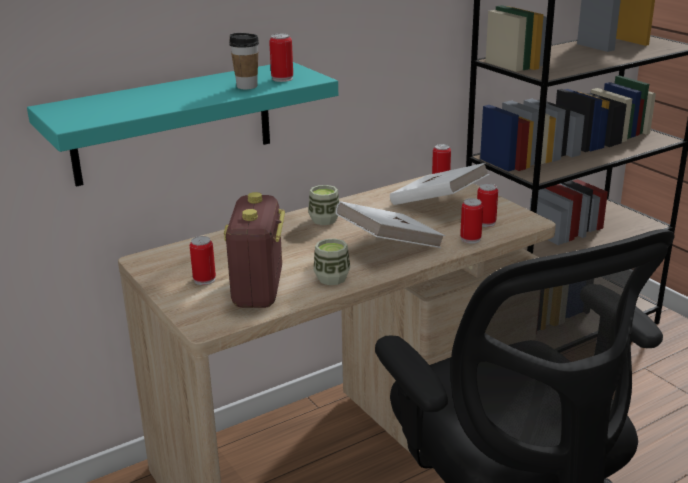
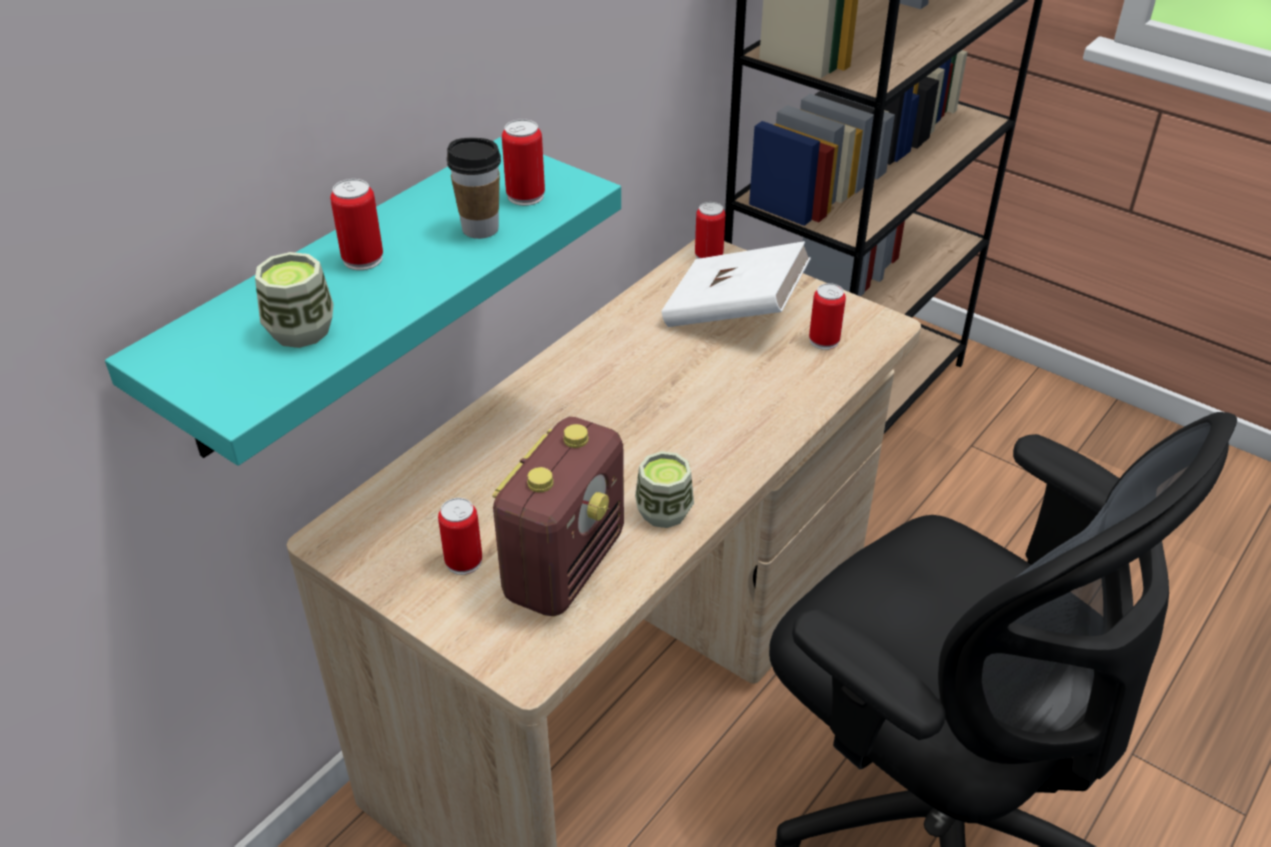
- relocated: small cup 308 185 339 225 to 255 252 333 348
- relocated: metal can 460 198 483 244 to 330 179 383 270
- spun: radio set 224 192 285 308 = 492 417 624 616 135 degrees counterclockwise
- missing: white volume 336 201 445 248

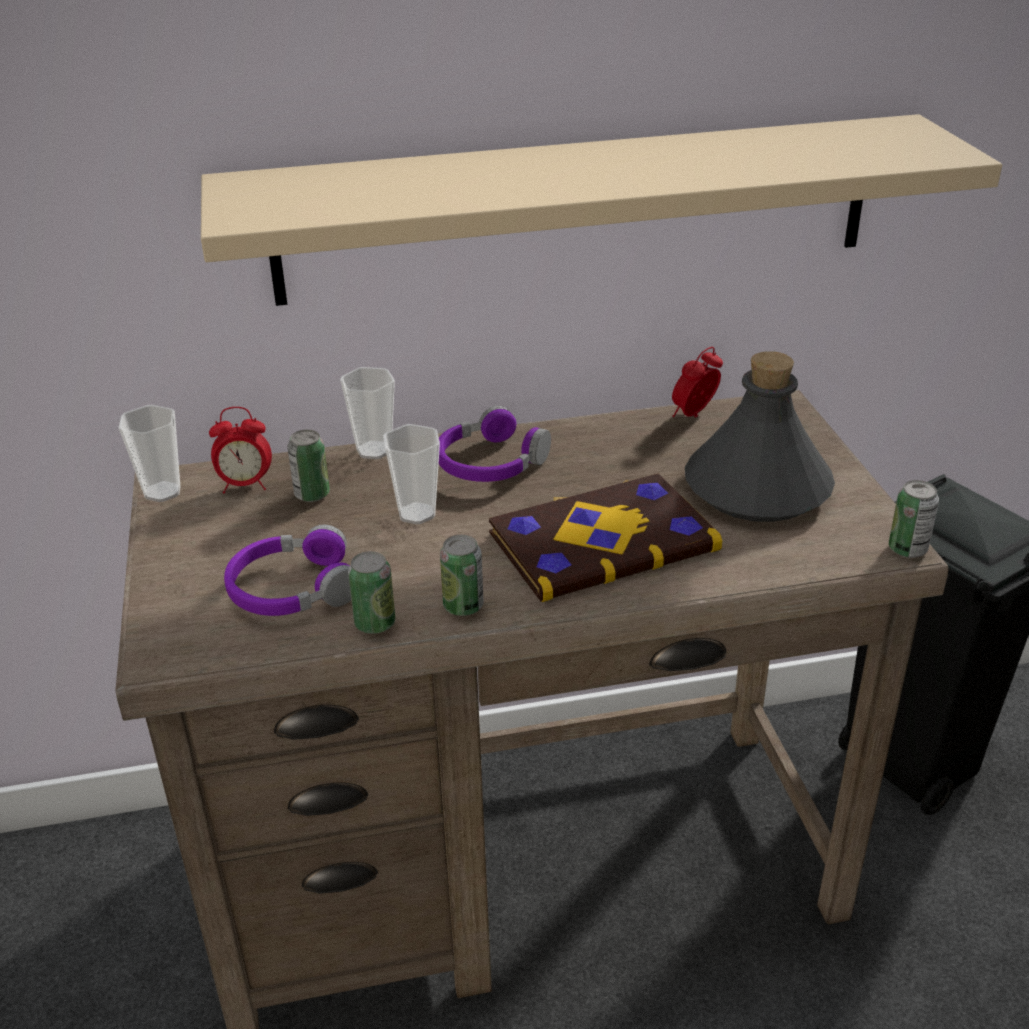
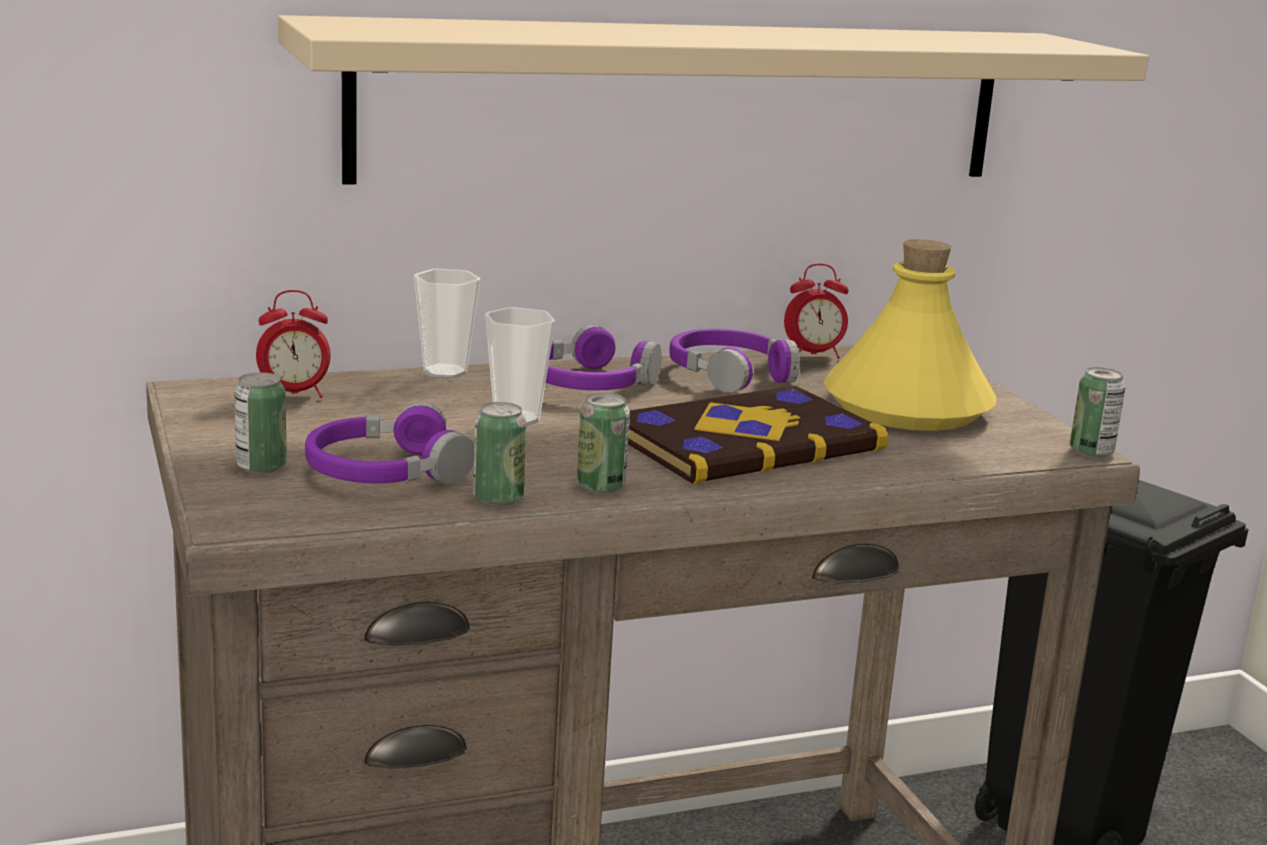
- relocated: metal can 287 430 330 502 to 234 372 287 474
- appeared: purplish headset 669 329 800 393
- spun: alarm clock 672 347 723 418 = 784 264 849 359 135 degrees counterclockwise
- colour: greyish drink bottle 685 351 835 522 to yellow drink bottle 824 239 996 431
- missing: small cup 119 405 180 502

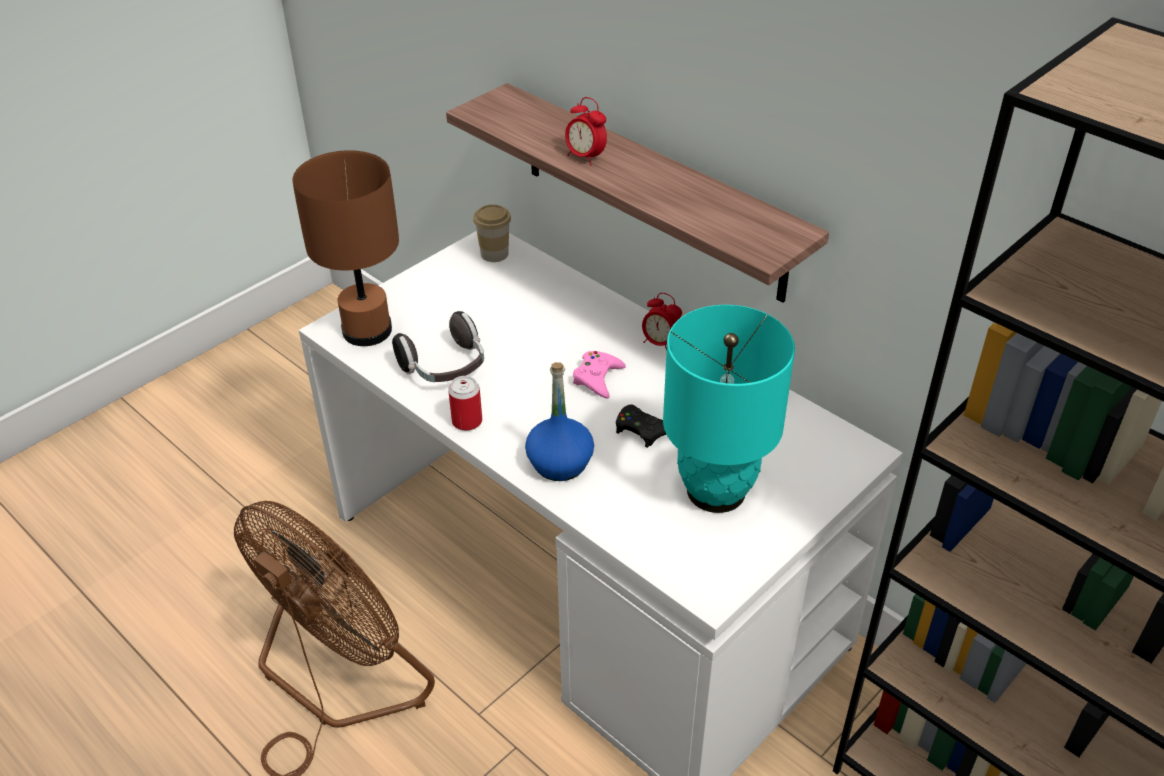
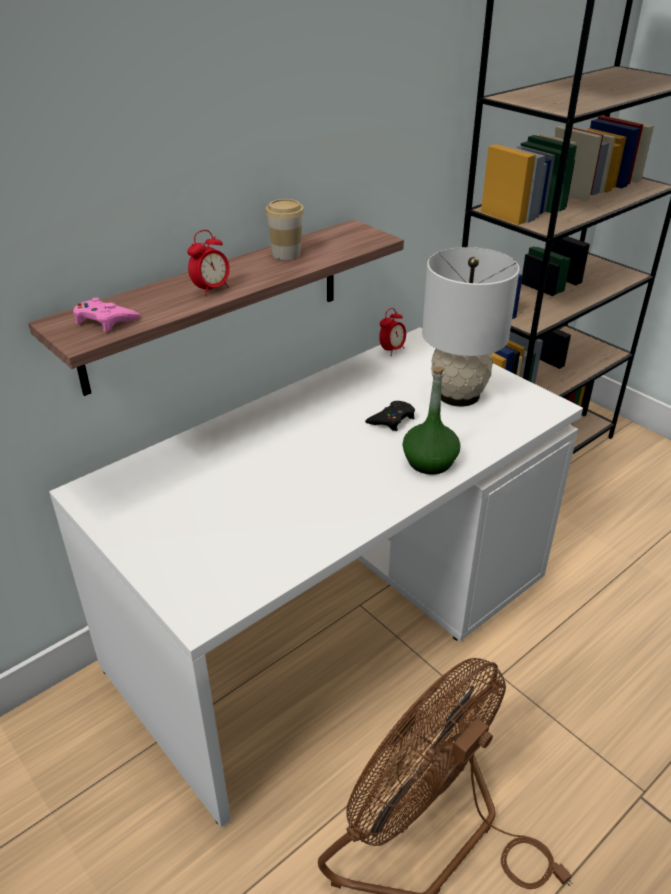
- relocated: pinkish game controller 573 351 626 399 to 73 298 140 332
- relocated: small cup 473 204 511 262 to 265 199 304 260
- relocated: alarm clock 642 293 682 351 to 379 308 406 356
- colour: blue-coloured drink bottle 525 362 594 481 to green-coloured drink bottle 402 366 460 475
- colour: turquoise-coloured lamp for a table 663 305 795 513 to white lamp for a table 422 247 519 406
- missing: brownish lamp for a table 292 150 399 346
- missing: headset 392 311 484 382
- missing: metal can 448 376 482 431

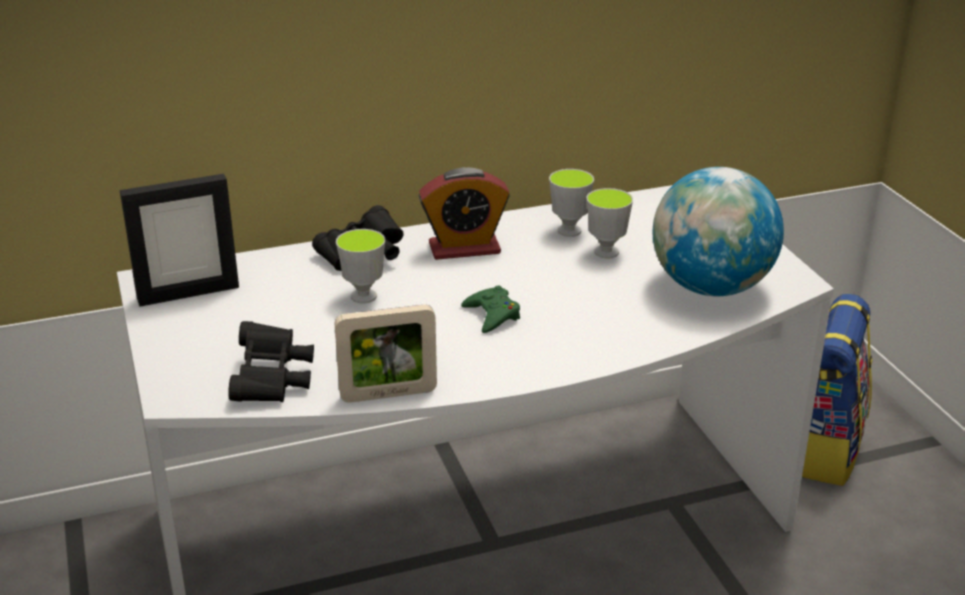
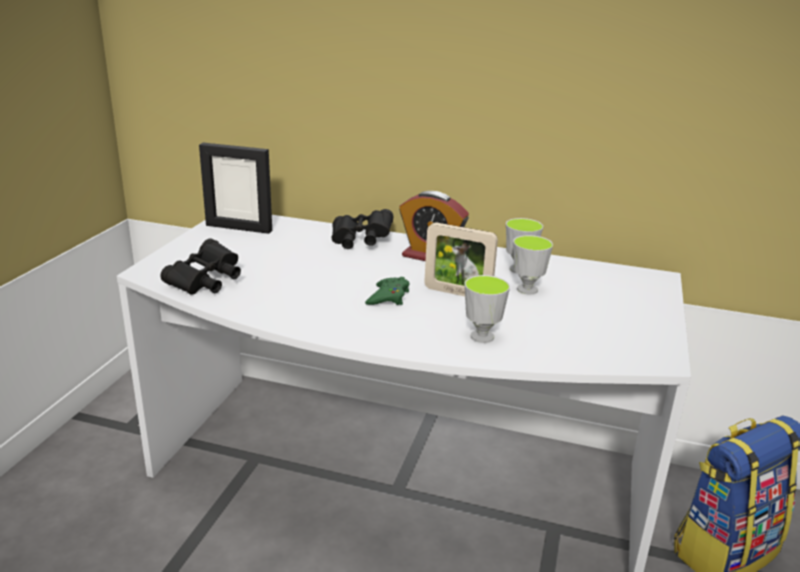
- relocated: standing frame 335 305 437 403 to 424 222 498 296
- relocated: small cup 336 229 385 303 to 465 275 510 343
- missing: globe 653 167 784 296

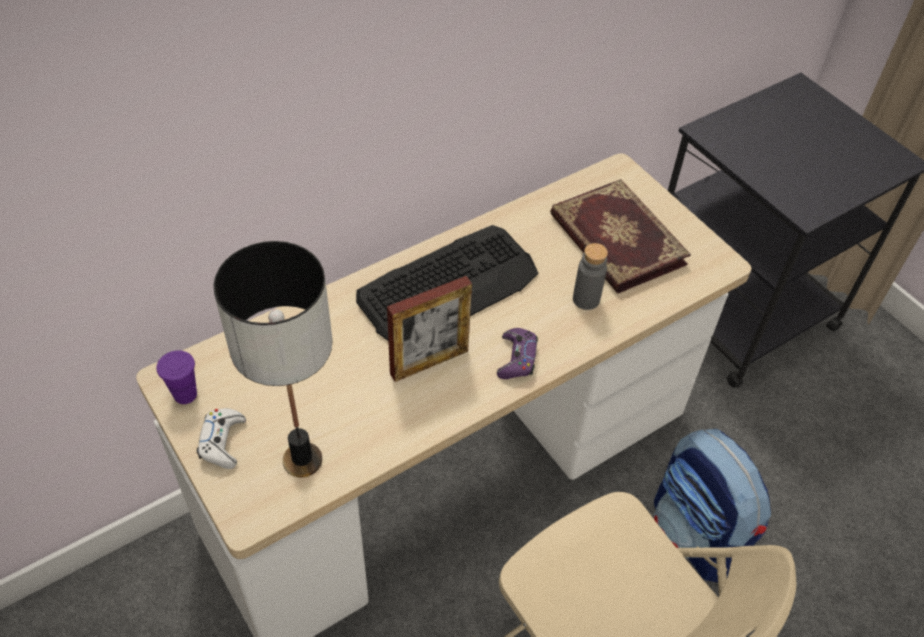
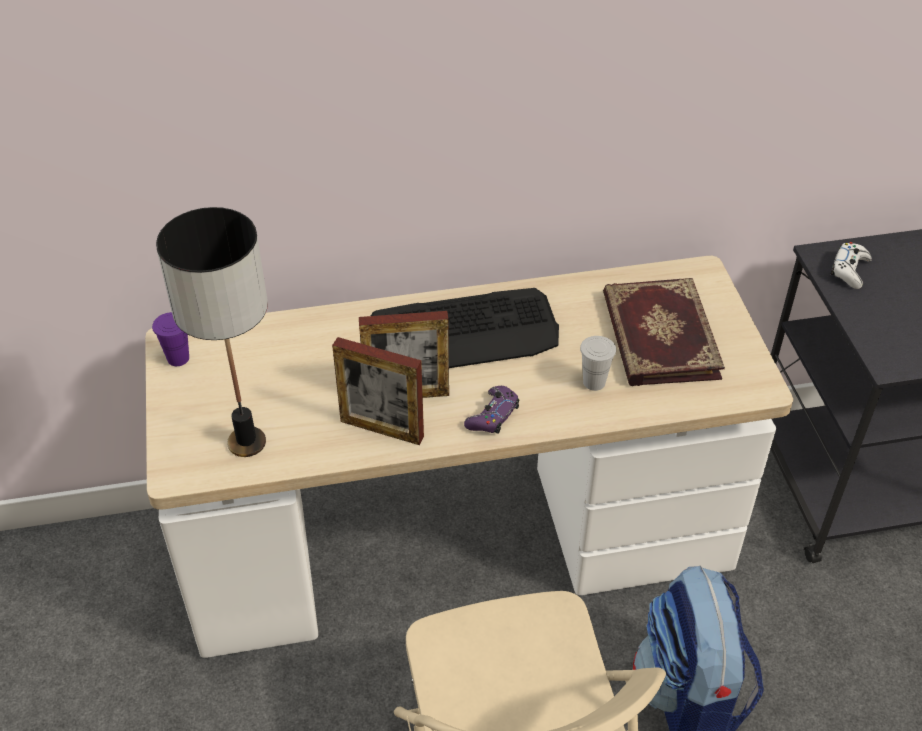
- appeared: standing frame 332 337 424 445
- exchanged: greyish drink bottle 573 243 608 310 to white small cup 580 336 616 391
- relocated: white game controller 197 408 246 469 to 830 242 872 289

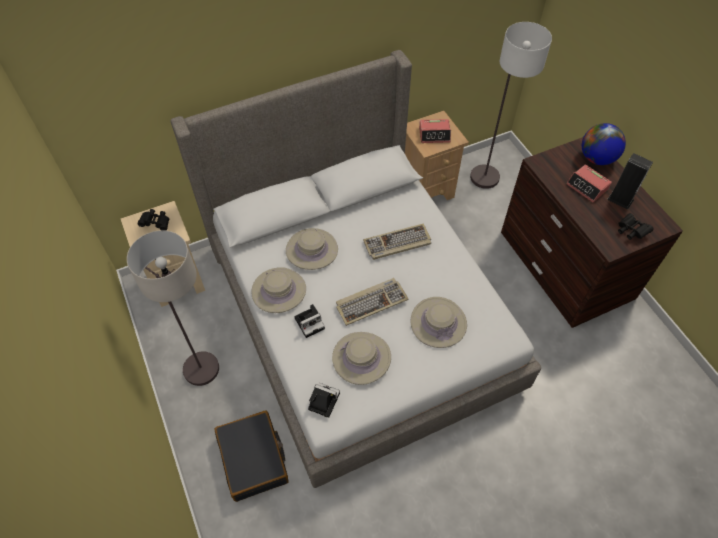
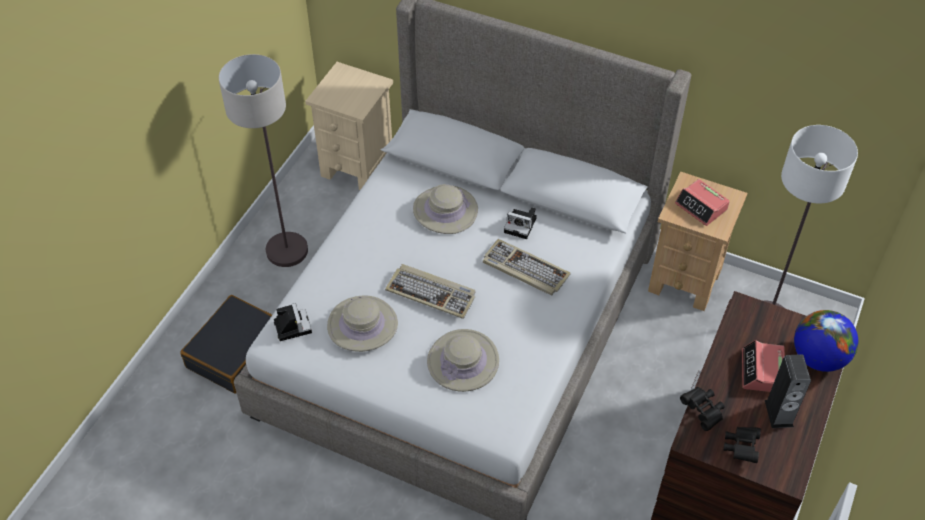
- relocated: photo camera 294 304 325 338 to 504 207 537 239
- relocated: black pair of binoculars 138 209 169 231 to 680 387 724 431
- missing: beige clothing hat 251 267 306 313

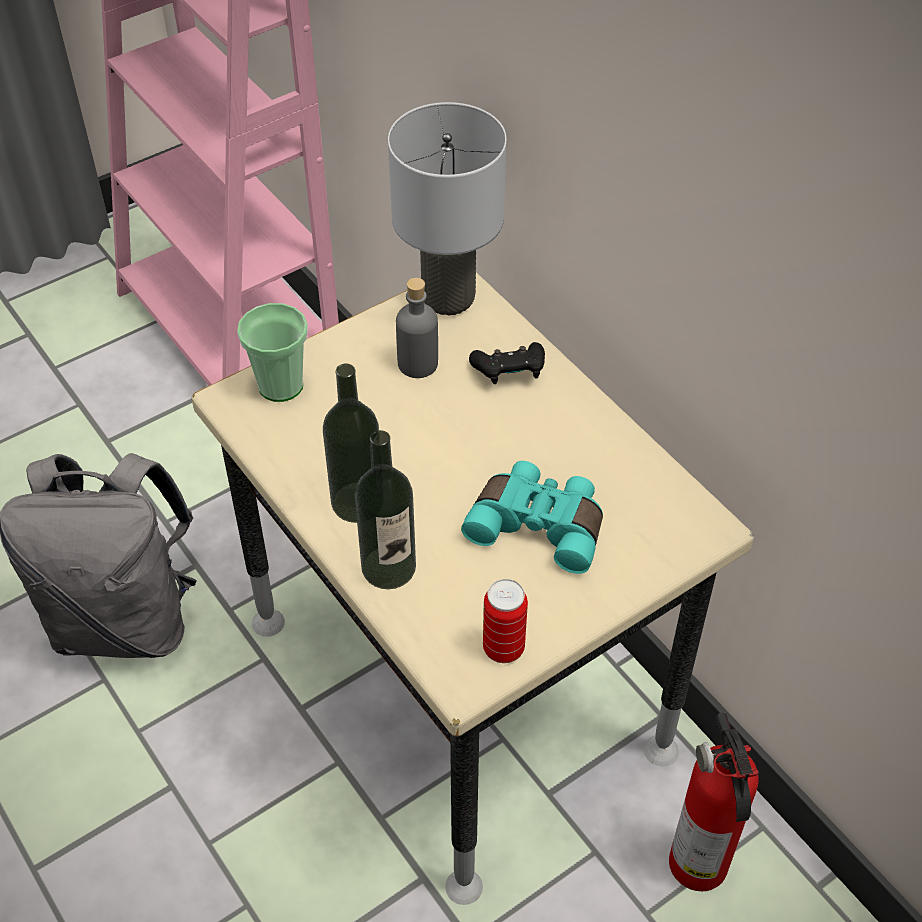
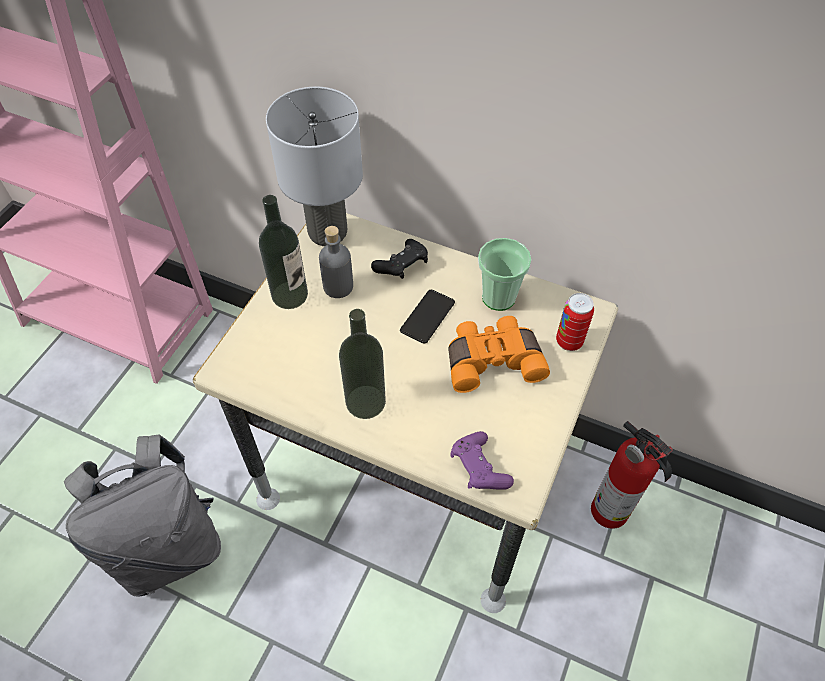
- relocated: drink bottle 355 430 416 589 to 259 195 308 309
- appeared: telephone 400 290 455 344
- colour: turquoise-coloured pair of binoculars 461 461 603 574 to orange-coloured pair of binoculars 448 316 550 393
- appeared: purplish game controller 450 431 514 490
- relocated: small cup 237 303 308 402 to 478 238 532 311
- relocated: metal can 483 579 528 663 to 556 293 594 351

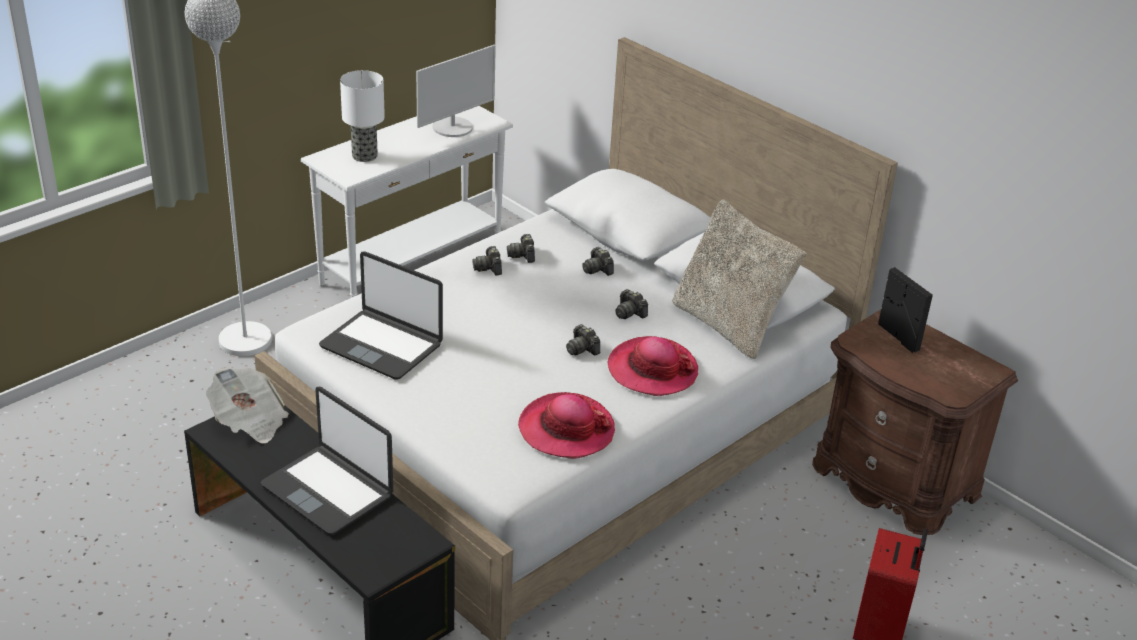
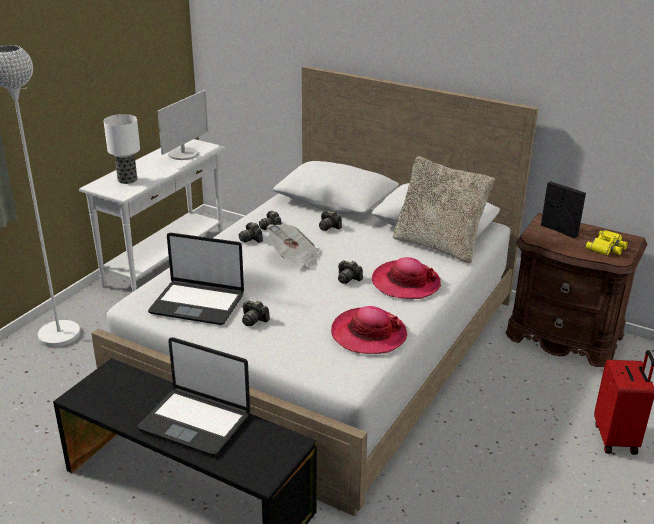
- relocated: photo camera 615 289 648 319 to 242 300 270 326
- relocated: newspaper 206 367 289 443 to 267 224 319 268
- appeared: yellow pair of binoculars 586 230 628 255

